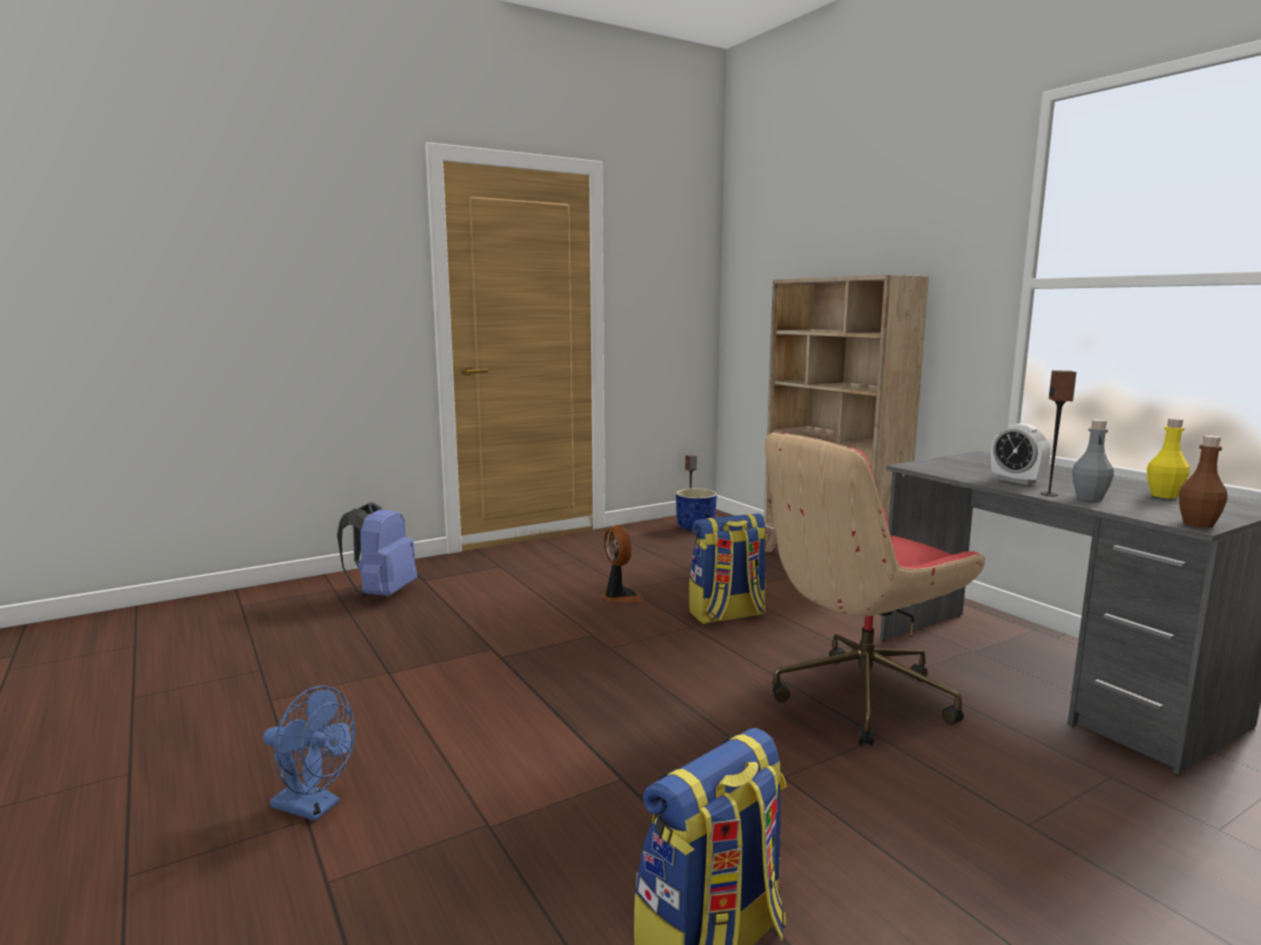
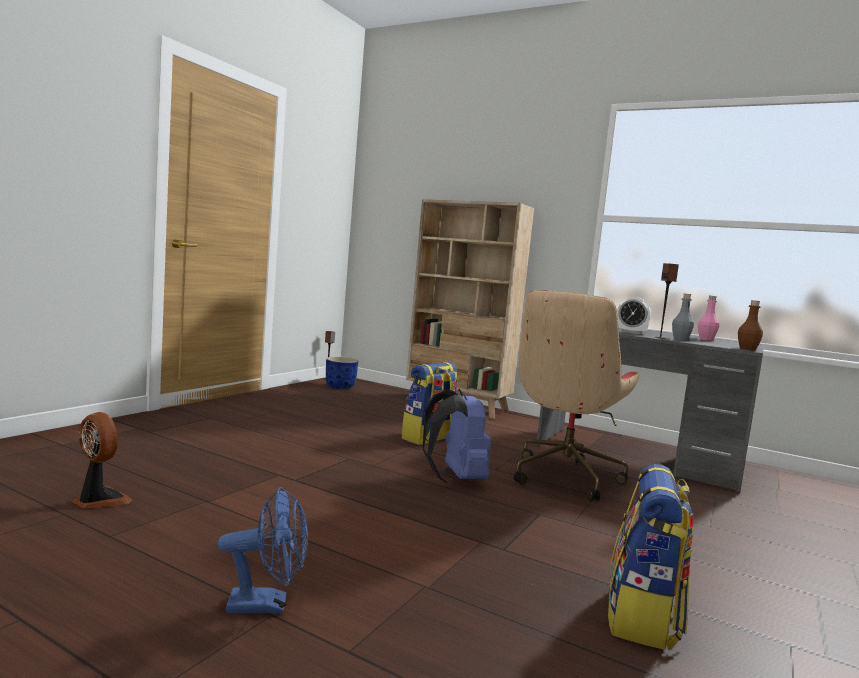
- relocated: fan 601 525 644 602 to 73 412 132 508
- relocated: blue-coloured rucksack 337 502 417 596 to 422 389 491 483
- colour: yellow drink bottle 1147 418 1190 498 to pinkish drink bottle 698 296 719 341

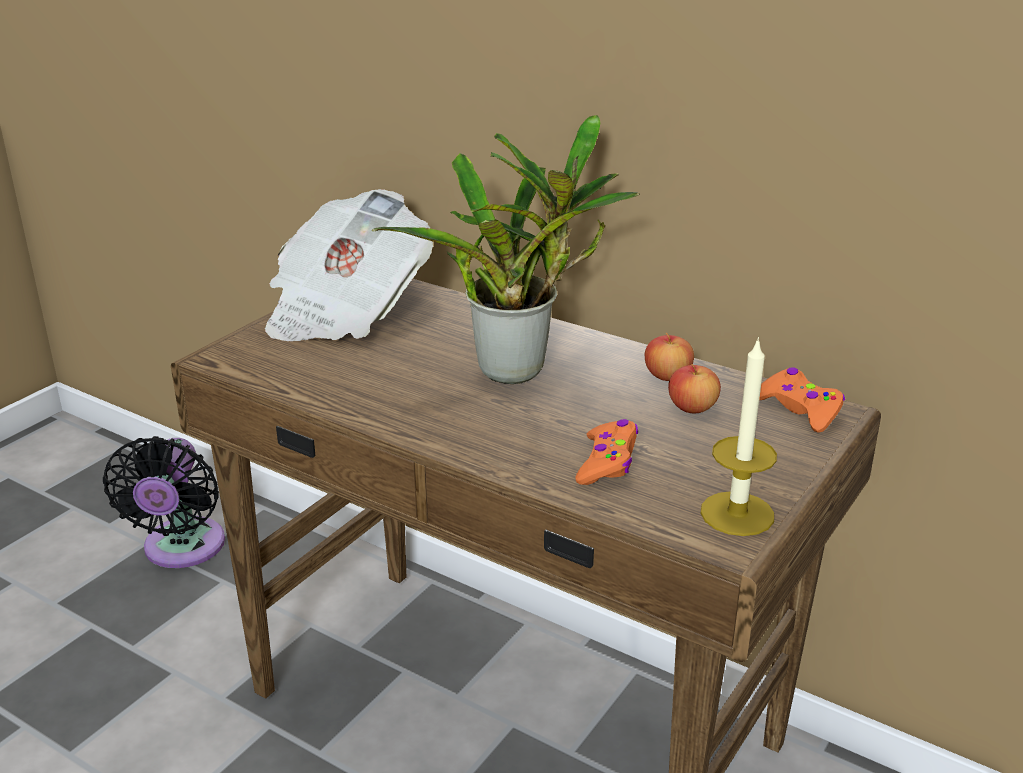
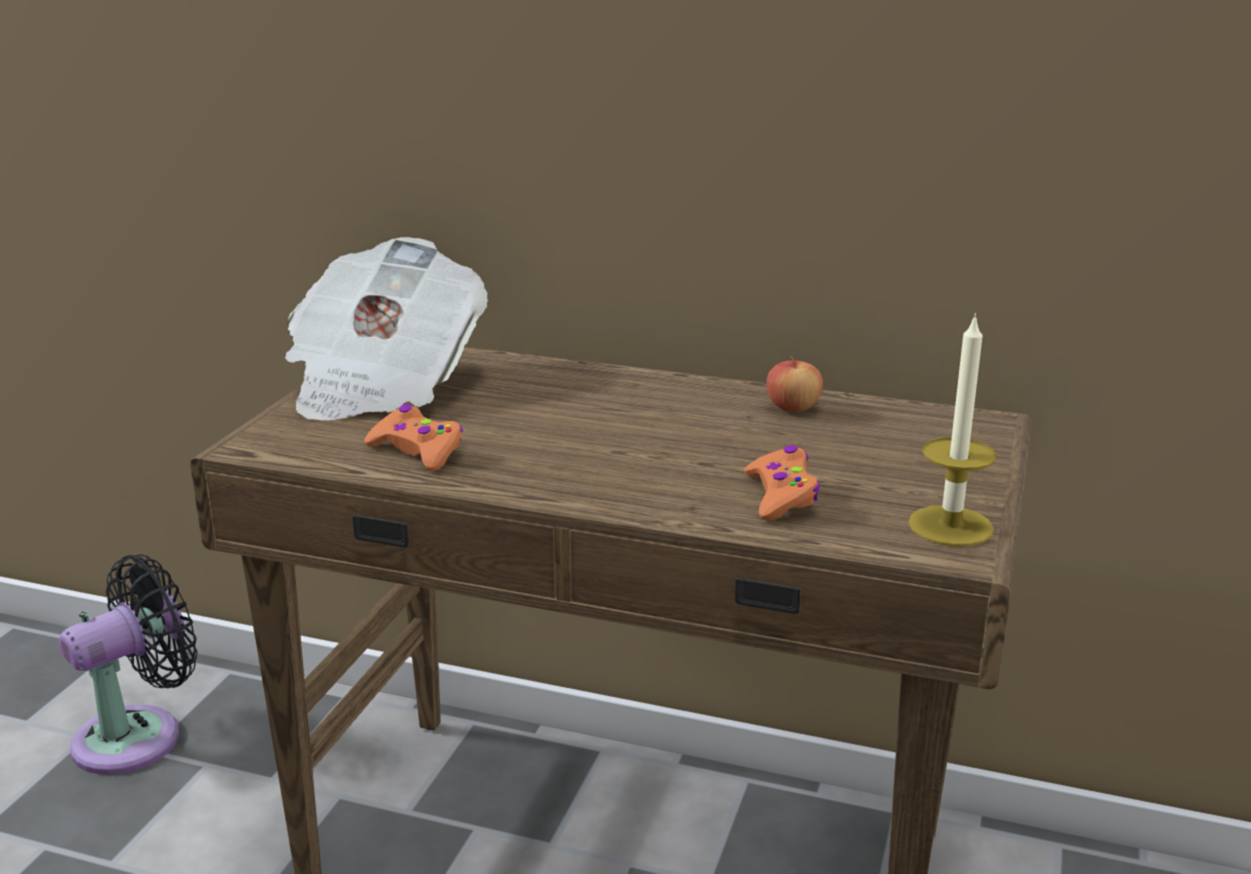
- spun: black fan 103 436 225 568 = 59 554 197 775 120 degrees counterclockwise
- relocated: orange-coloured game controller 759 367 845 433 to 364 404 463 471
- missing: plant in a pot 372 115 640 384
- missing: apple 668 364 721 413

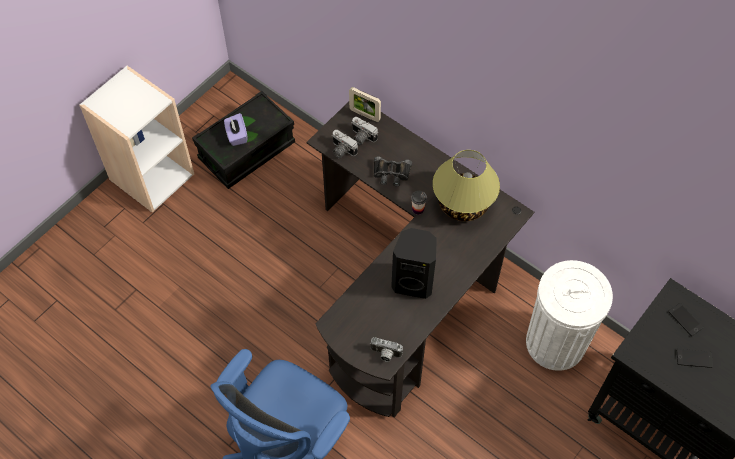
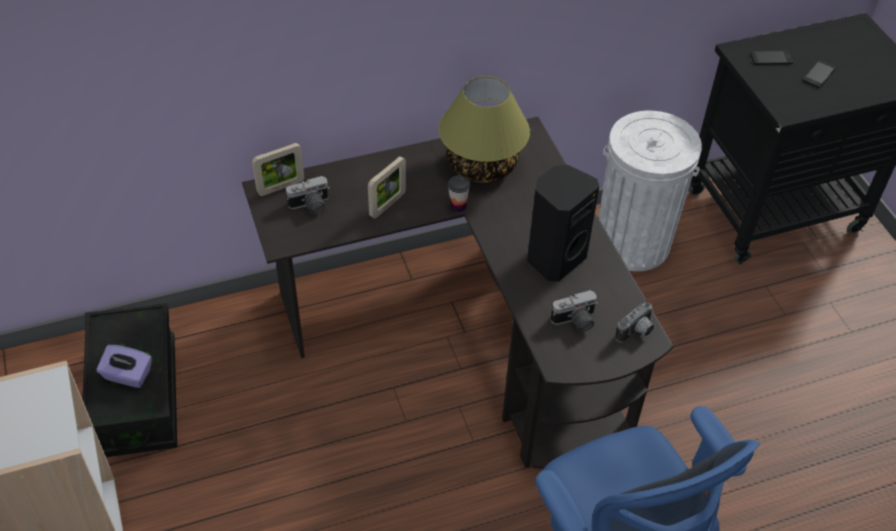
- exchanged: black pair of binoculars 374 156 412 186 to standing frame 368 156 406 219
- relocated: photo camera 331 130 358 159 to 551 290 598 332

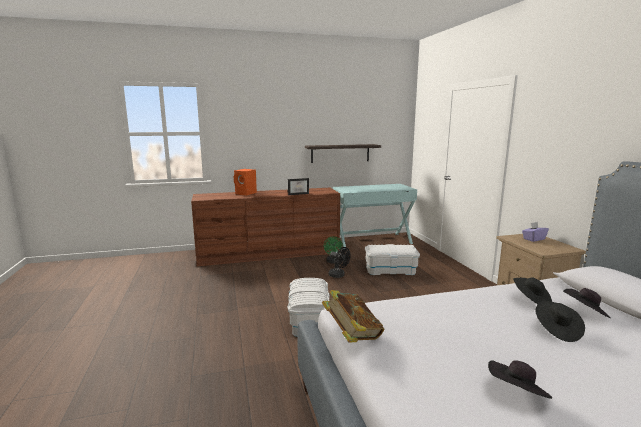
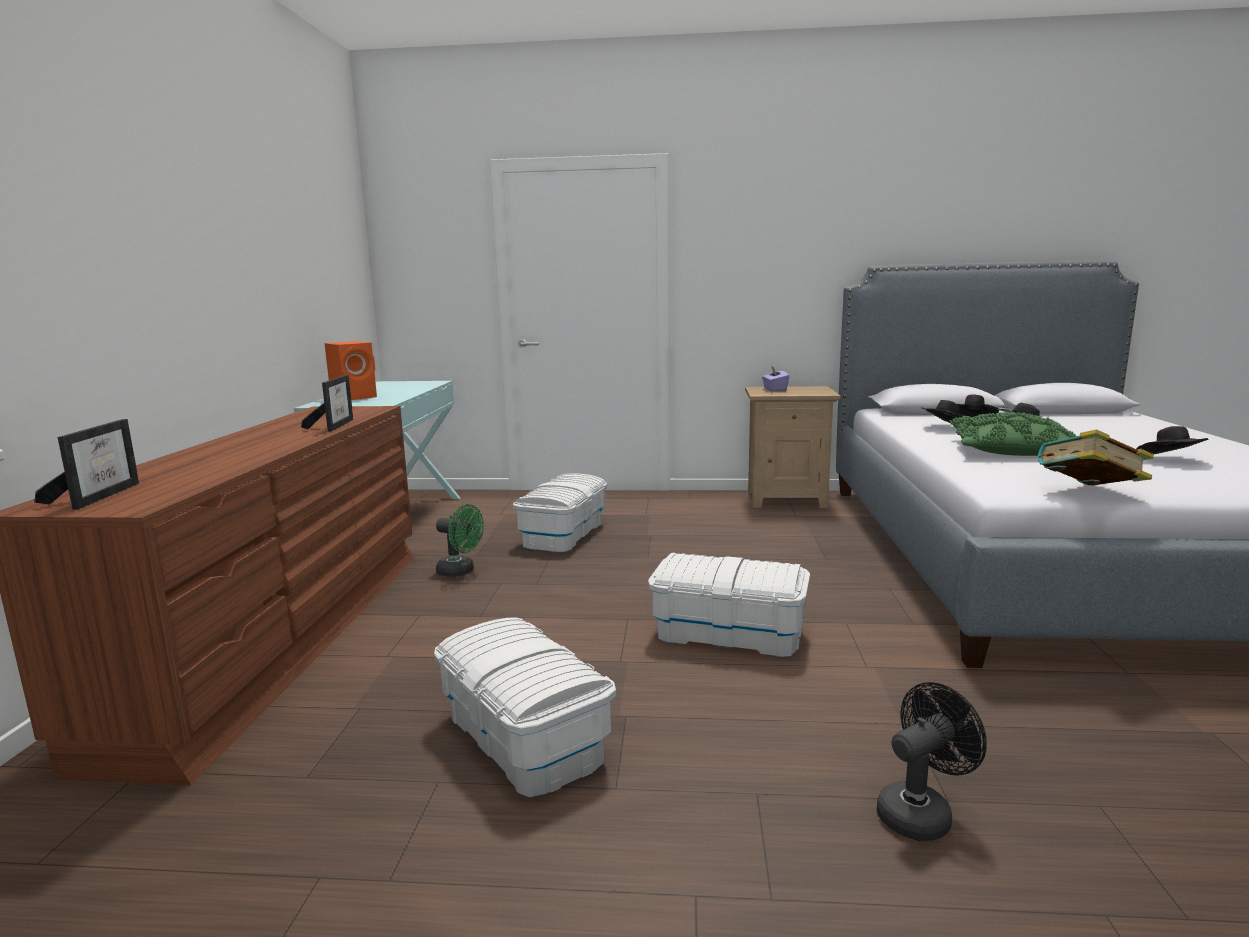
- appeared: standing frame 34 419 139 509
- relocated: orange-coloured speaker 234 169 257 195 to 324 341 377 400
- appeared: white storage bin 434 617 616 798
- relocated: black fan 329 247 351 278 to 877 682 987 841
- appeared: green-coloured pillow 949 412 1076 456
- missing: wall shelf 305 144 381 163

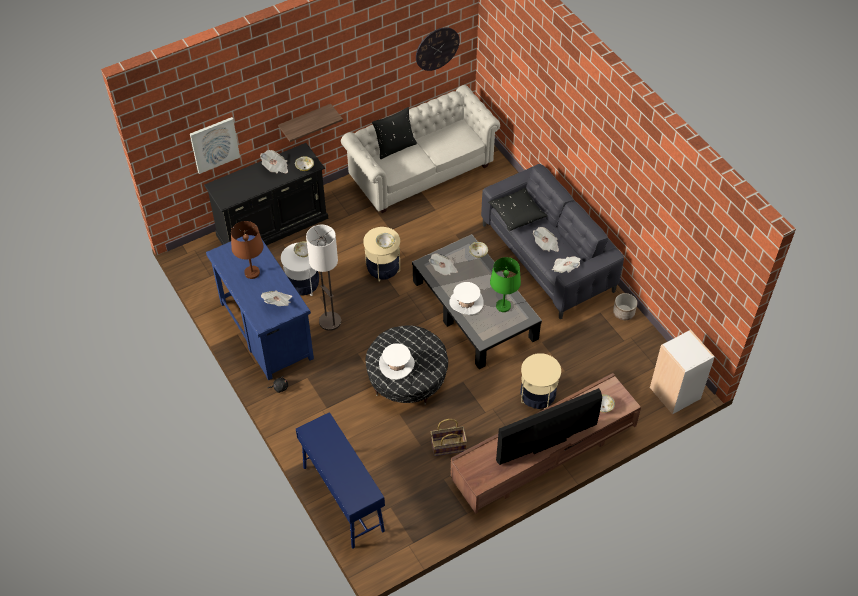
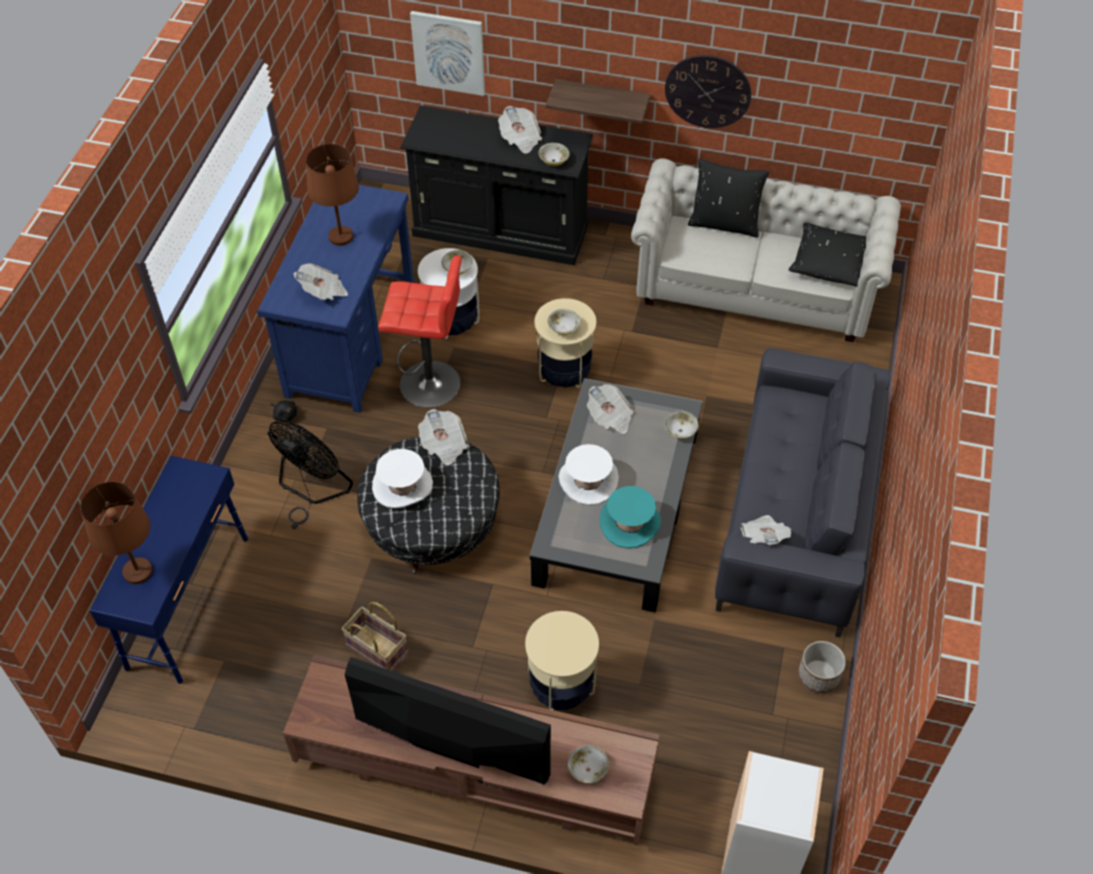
- appeared: brownish lamp for a table 80 482 153 584
- appeared: black fan 267 420 353 529
- exchanged: standard lamp 306 225 341 331 to red stool seat 378 256 462 407
- relocated: newspaper 533 227 559 252 to 418 409 468 465
- exchanged: green-coloured lamp for a table 490 257 521 312 to turquoise-coloured clothing hat 600 486 661 548
- relocated: hanging clock 416 27 460 71 to 665 55 751 128
- relocated: black pillow 488 188 548 231 to 789 223 866 287

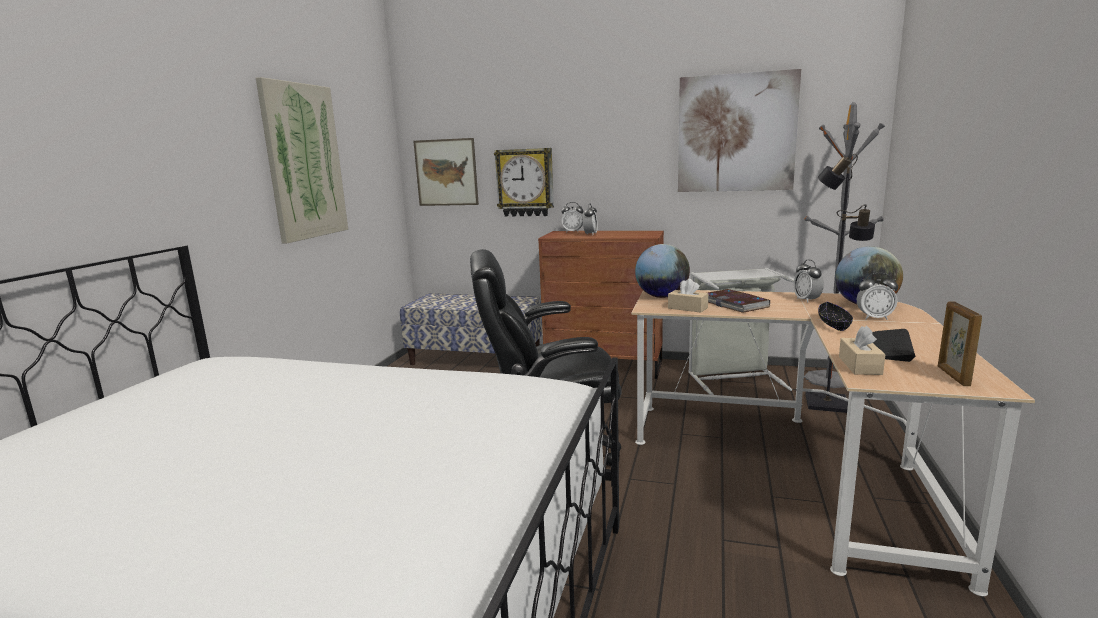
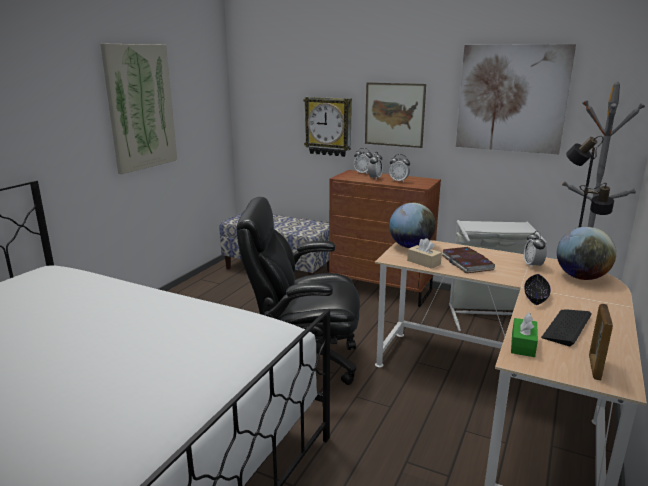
- relocated: wall art 413 138 479 206 to 365 82 426 148
- relocated: alarm clock 857 273 898 320 to 389 154 410 182
- colour: beige box of tissues 839 326 885 375 to green-coloured box of tissues 511 313 538 357

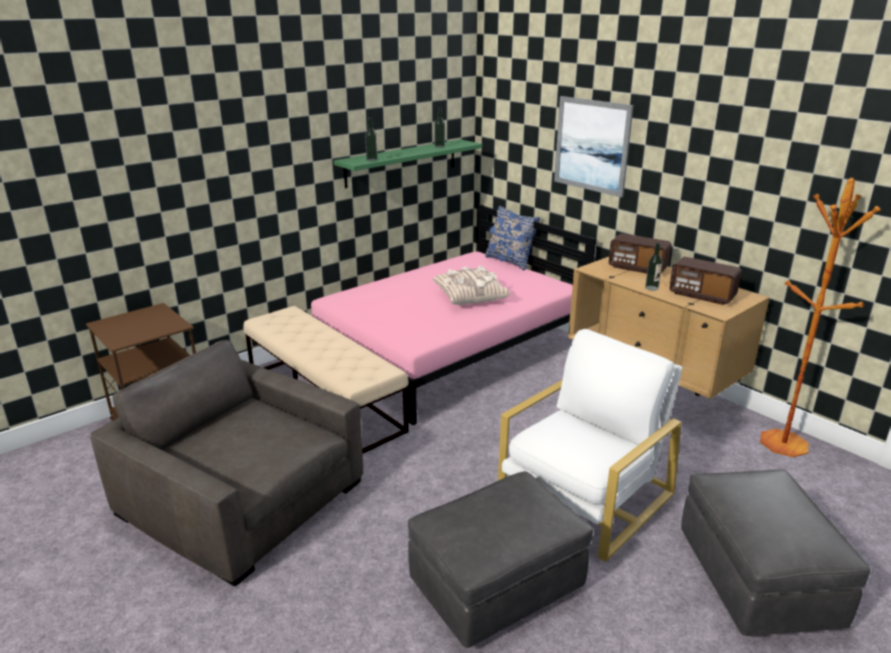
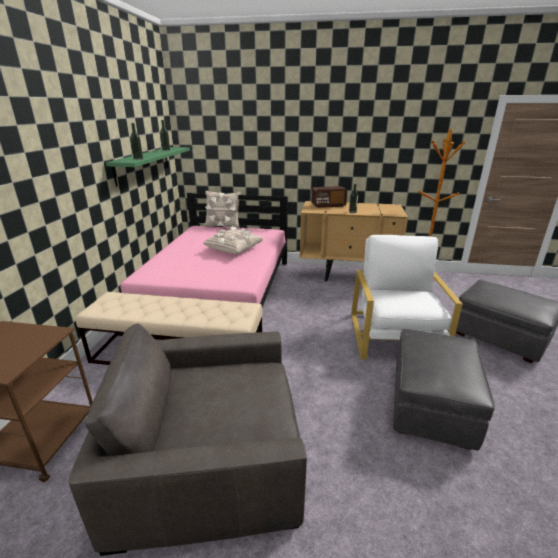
- colour: blue-coloured pillow 485 206 540 271 to beige pillow 204 191 240 229
- missing: wall art 554 96 634 197
- missing: radio set 669 257 742 305

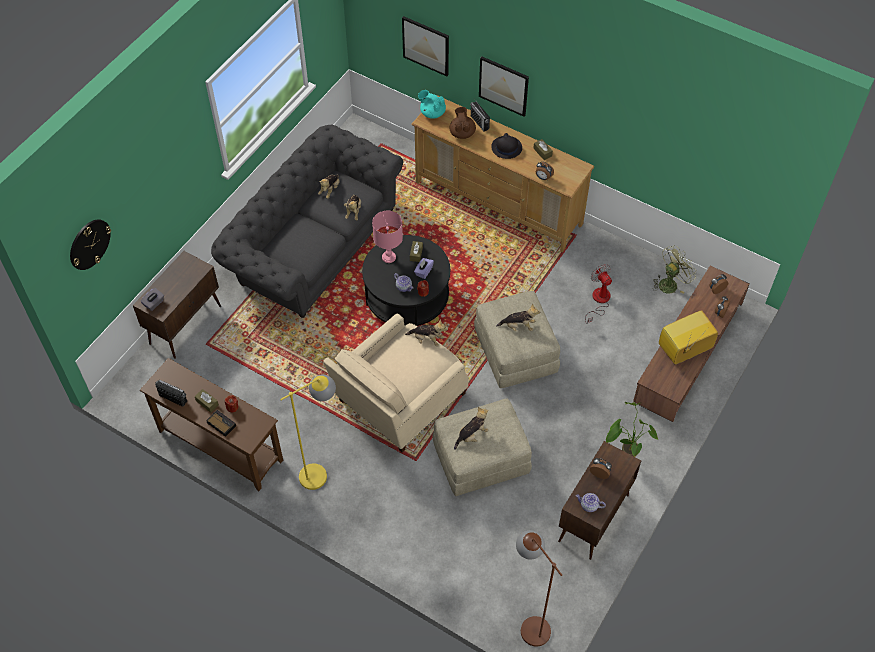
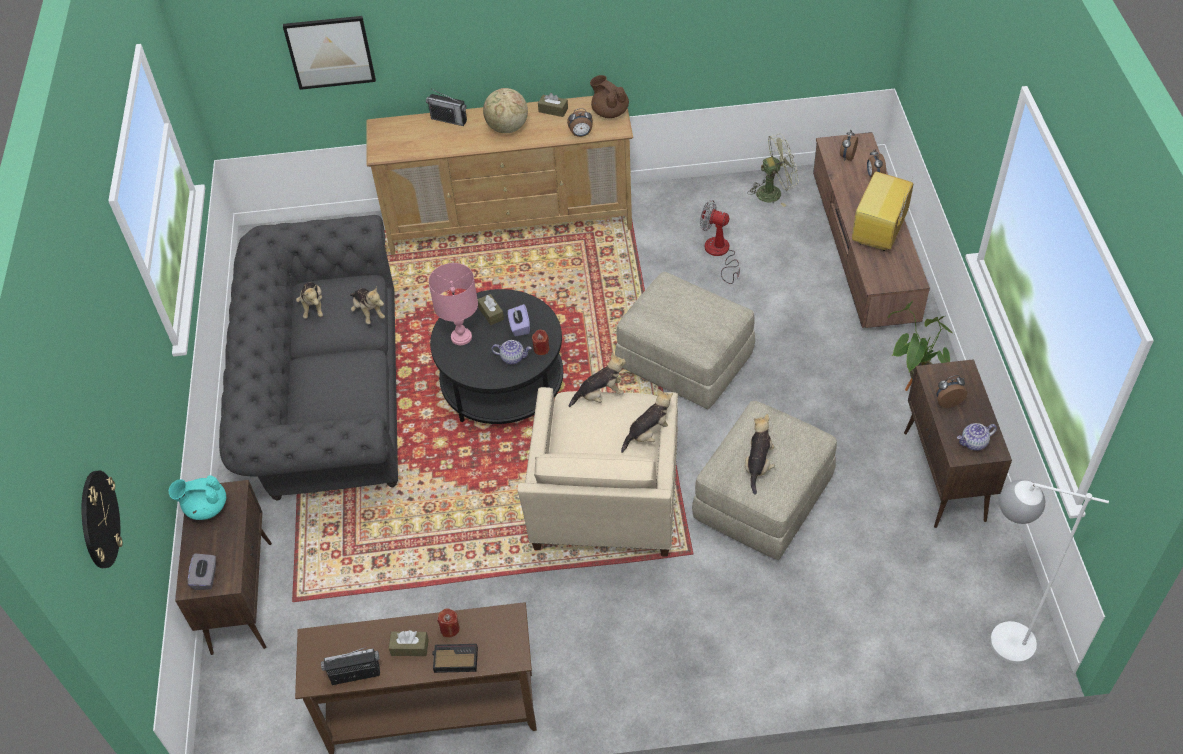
- relocated: turquoise-coloured pot for tea 418 90 446 119 to 169 475 226 520
- exchanged: black clothing hat 491 133 522 159 to globe 483 88 528 133
- relocated: brownish pot for tea 449 107 476 139 to 590 75 629 118
- relocated: plush toy 496 303 540 332 to 621 389 673 453
- spun: green-coloured fan 653 245 695 294 = 748 134 799 207 60 degrees clockwise
- colour: brownish standard lamp 516 530 562 646 to white standard lamp 990 480 1109 663
- missing: yellow standard lamp 280 375 336 490
- missing: wall art 479 56 529 117

